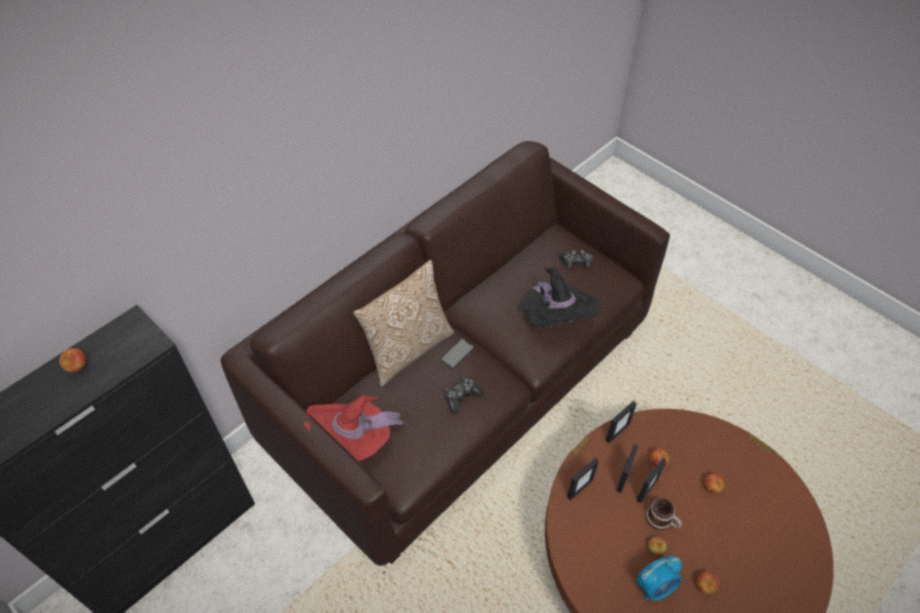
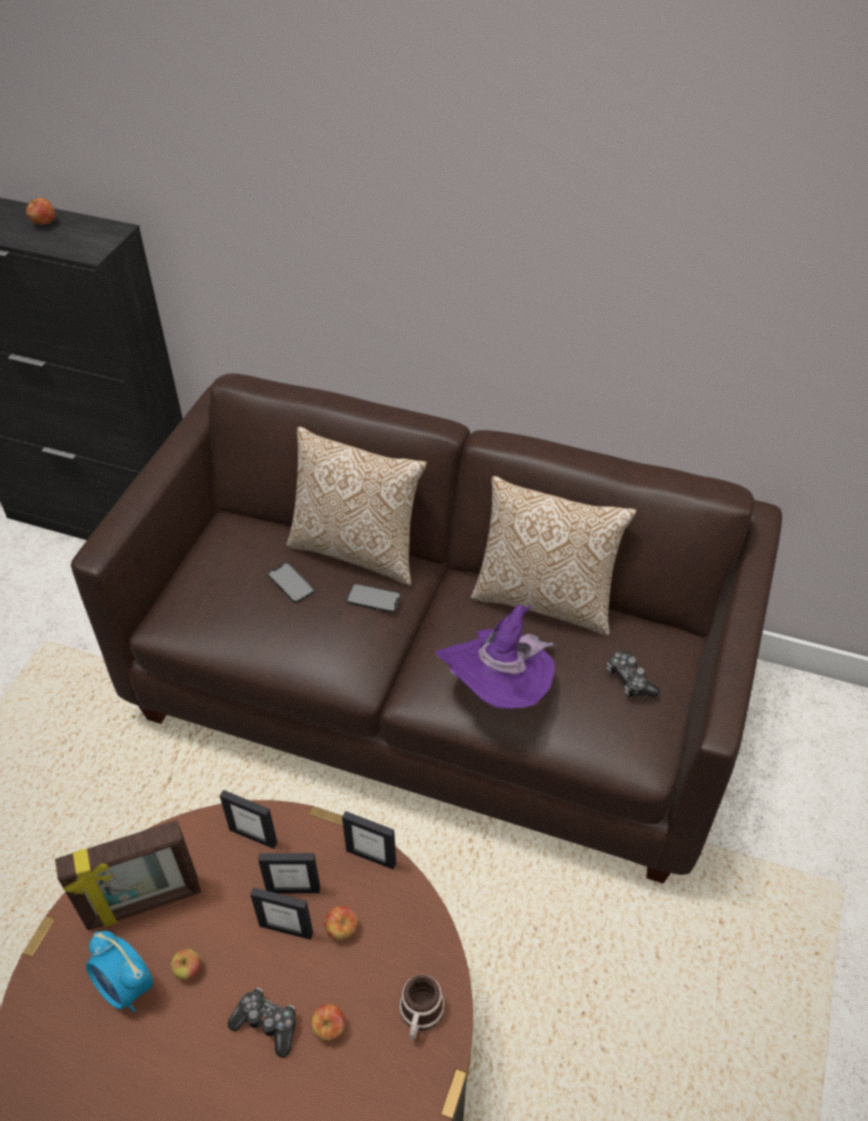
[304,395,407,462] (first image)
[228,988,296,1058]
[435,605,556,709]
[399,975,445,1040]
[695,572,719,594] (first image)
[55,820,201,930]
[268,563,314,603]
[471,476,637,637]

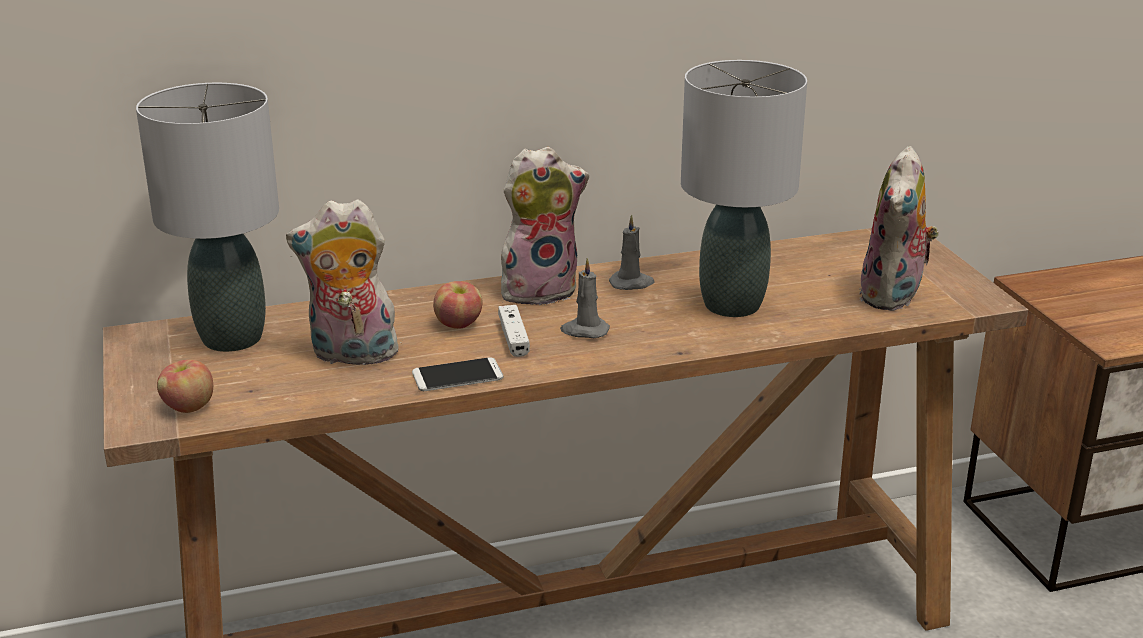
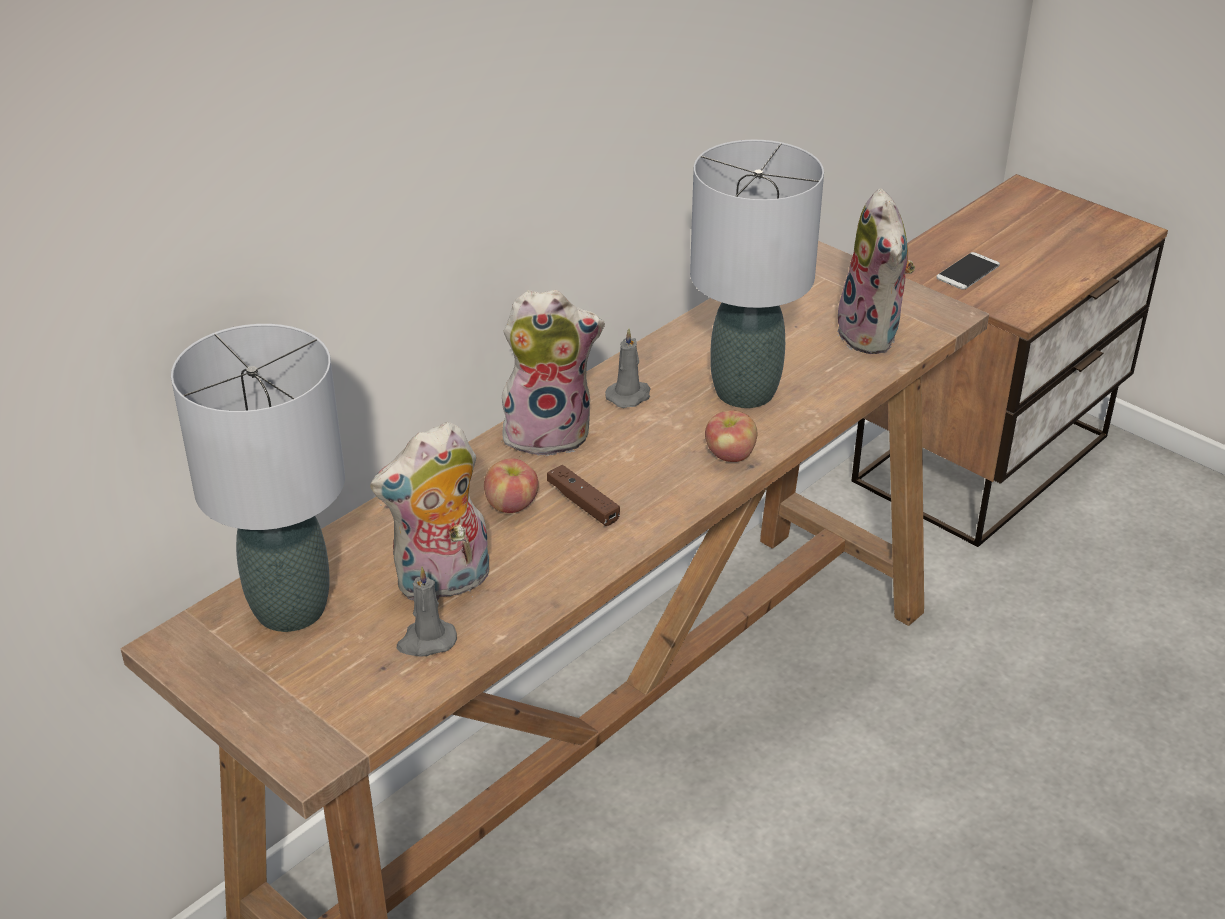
[705,410,757,462]
[936,252,1000,290]
[547,465,620,526]
[501,290,605,457]
[397,566,457,657]

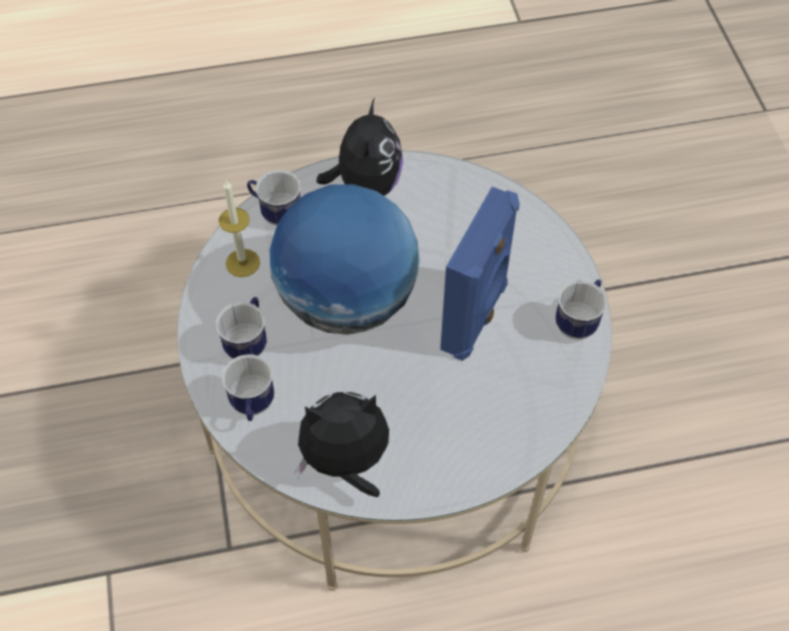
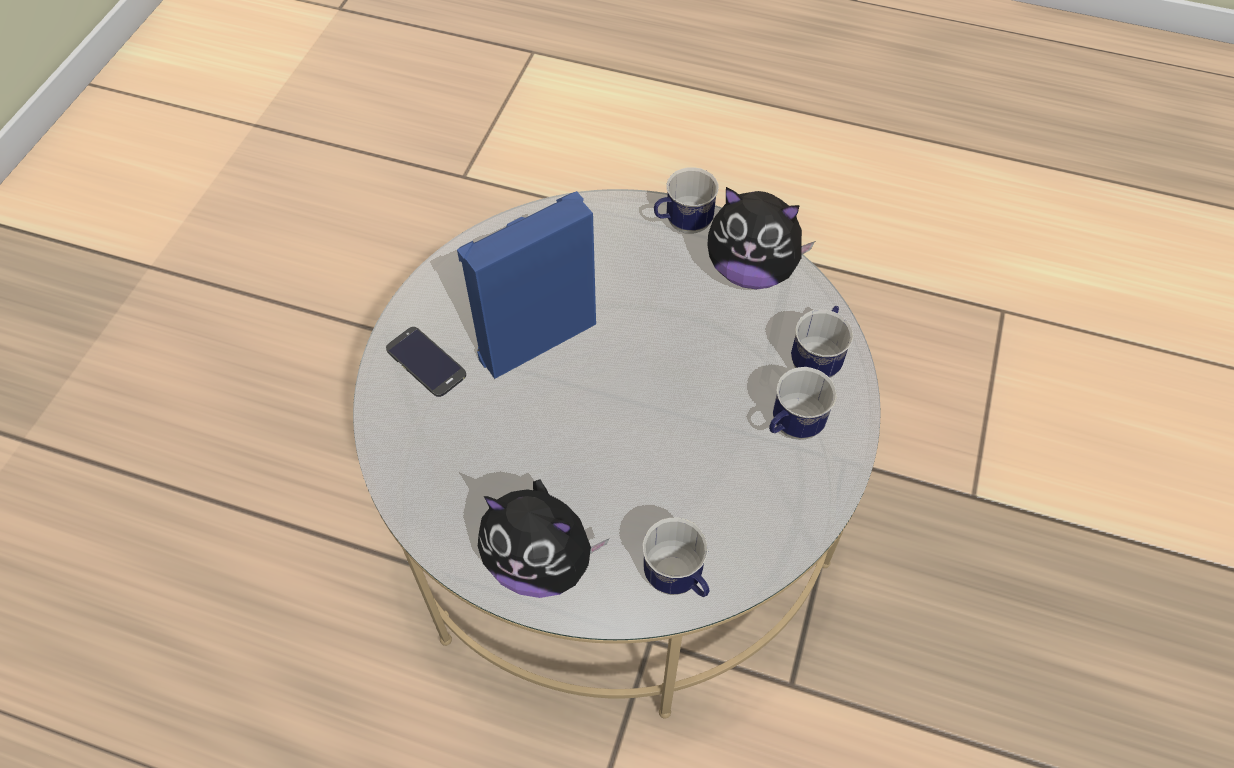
[219,180,260,277] (first image)
[269,184,420,335] (first image)
[478,479,609,598]
[654,167,719,234]
[386,327,466,397]

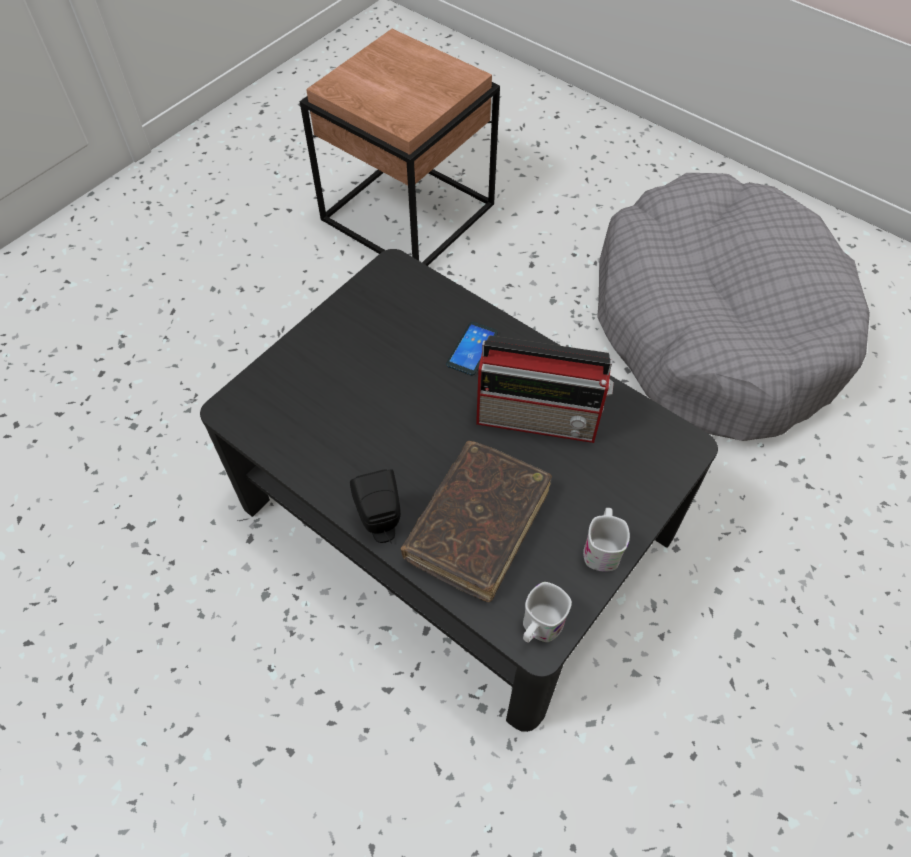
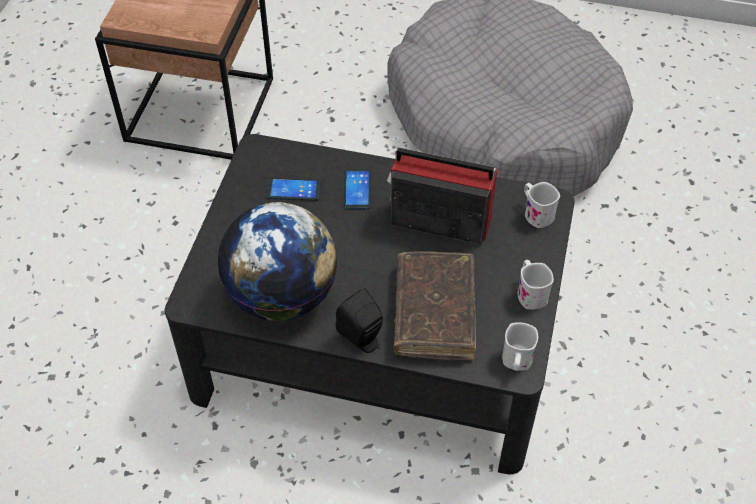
[387,147,497,245]
[217,202,338,321]
[267,178,321,201]
[524,182,560,228]

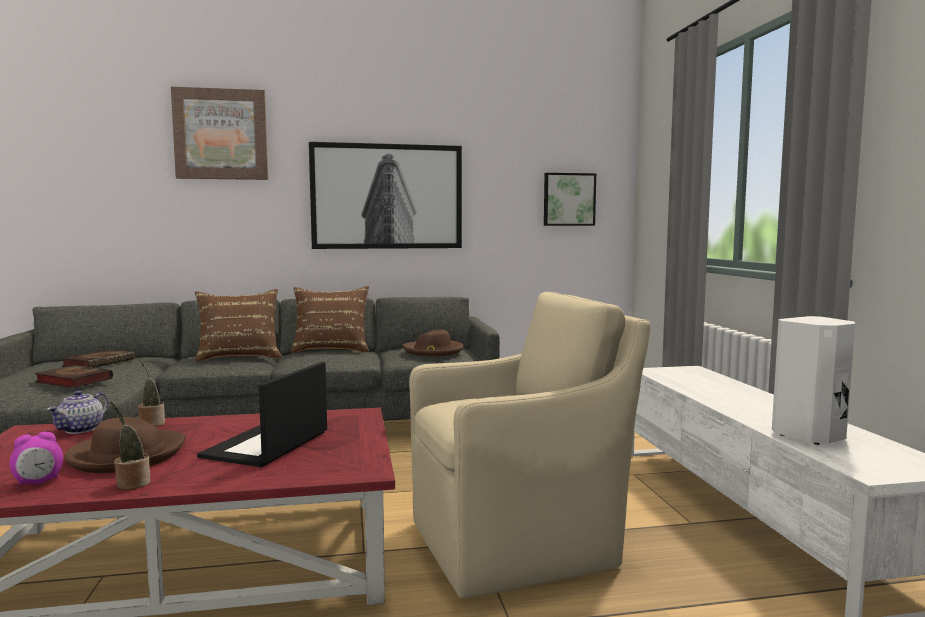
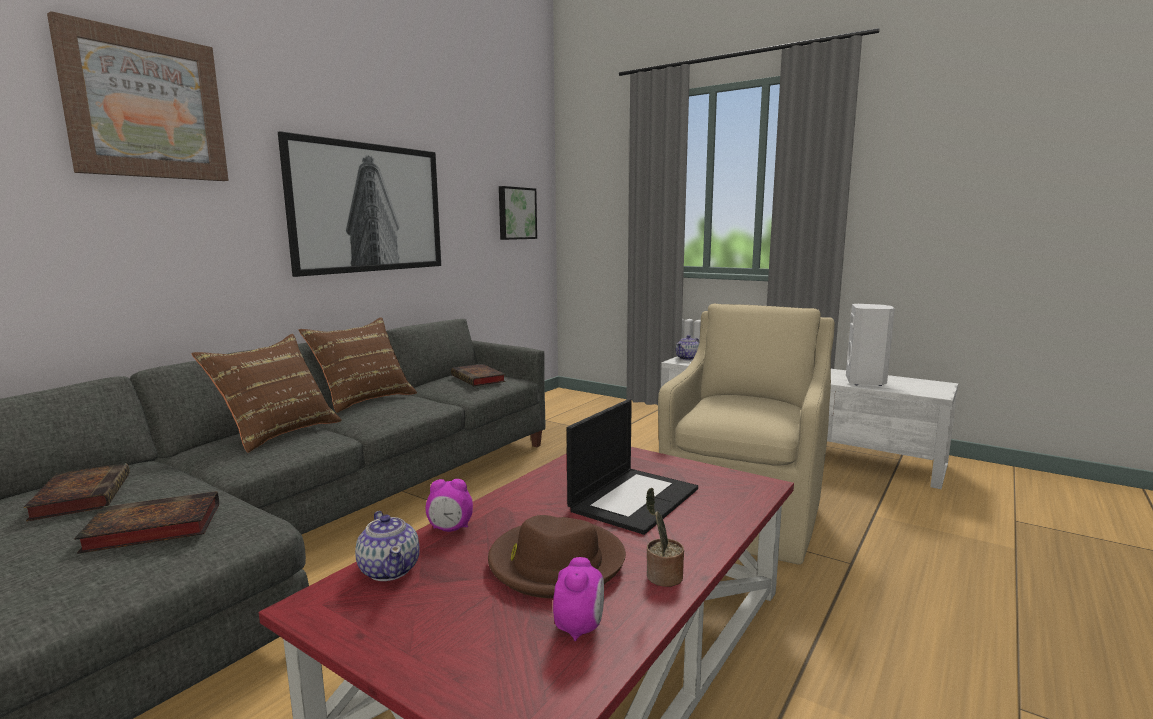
[426,479,473,532]
[567,399,698,535]
[451,364,506,386]
[676,335,699,360]

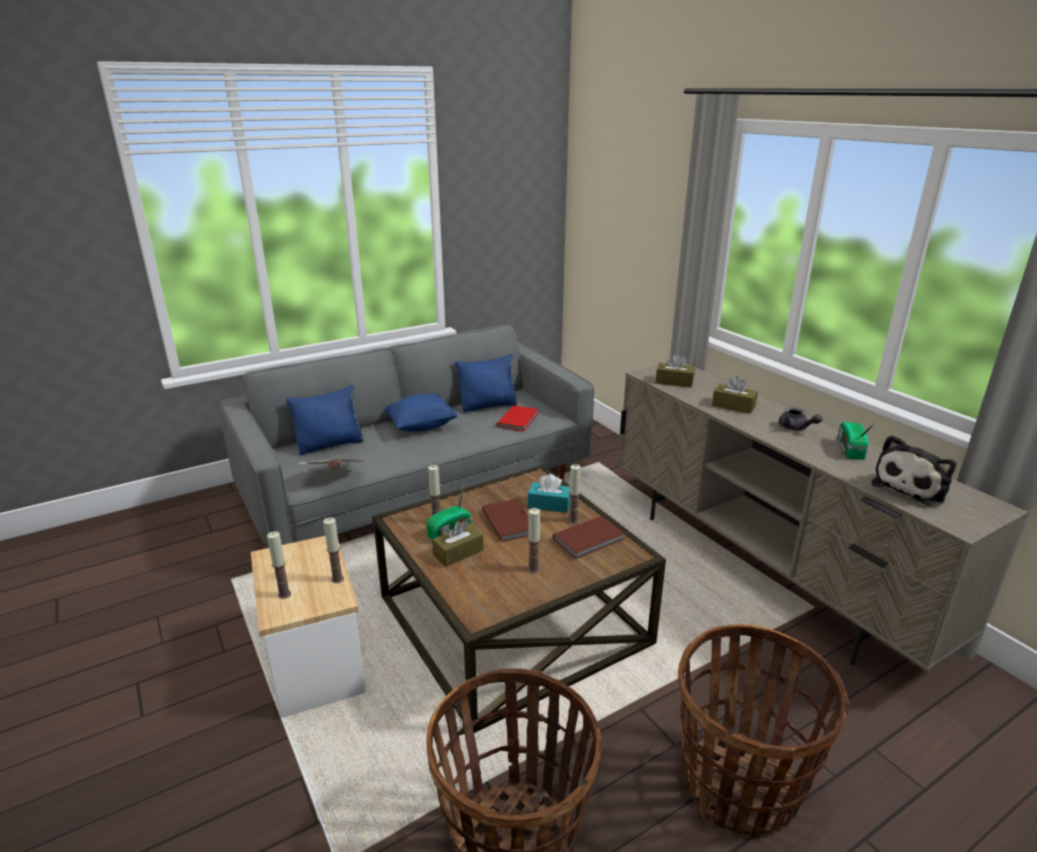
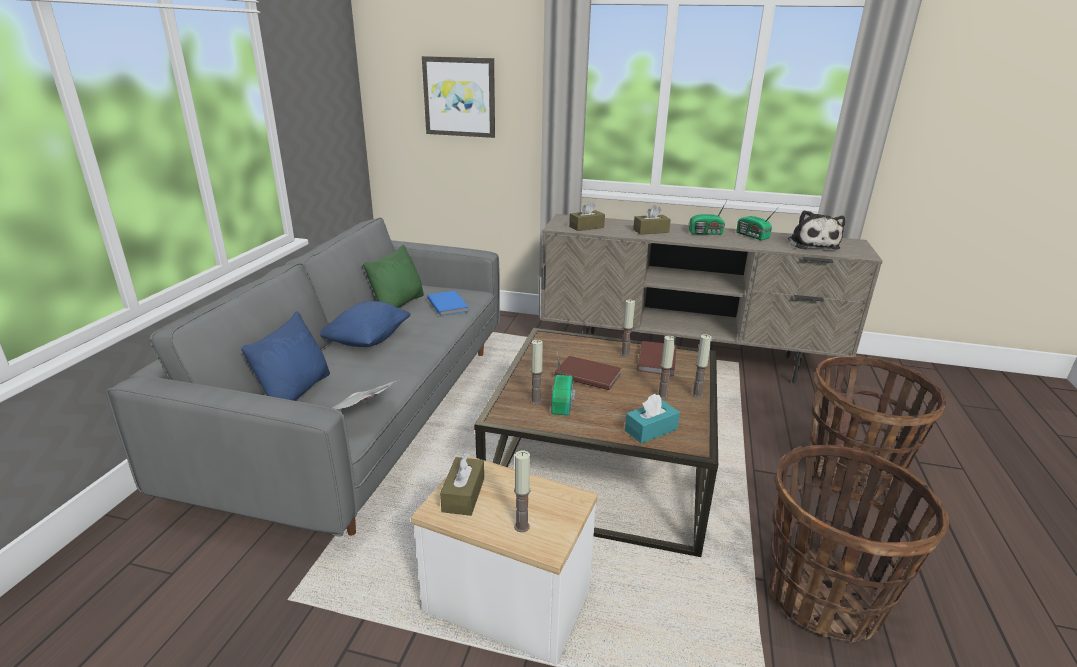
[692,334,712,398]
[440,453,484,516]
[363,245,424,308]
[427,291,469,316]
[625,394,680,444]
[689,201,727,235]
[422,56,495,138]

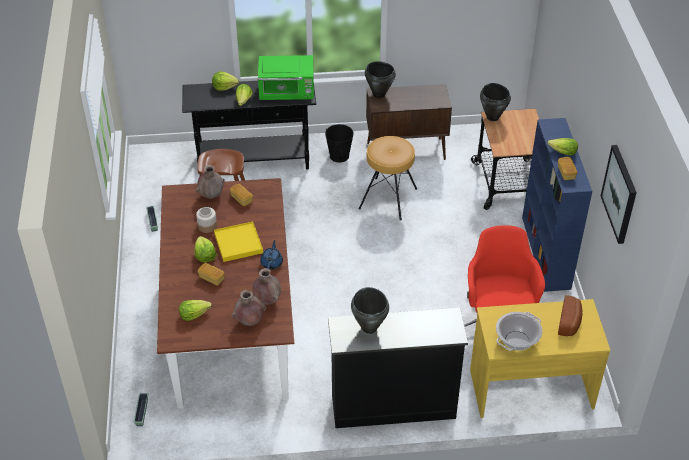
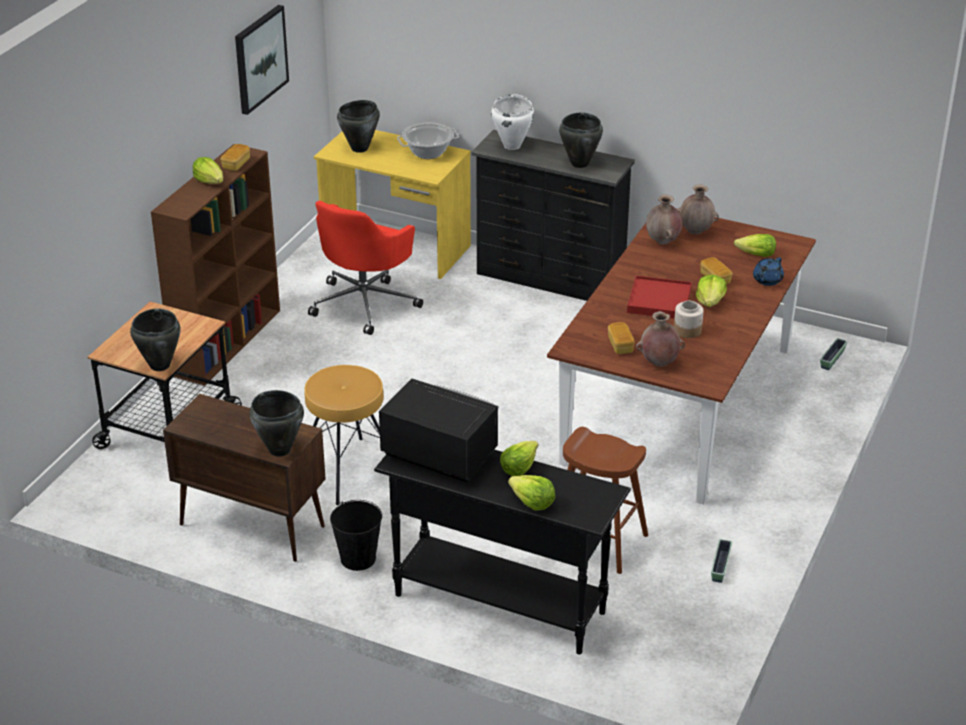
[627,276,692,319]
[379,379,499,483]
[753,257,784,286]
[151,144,280,386]
[337,100,379,153]
[491,94,534,150]

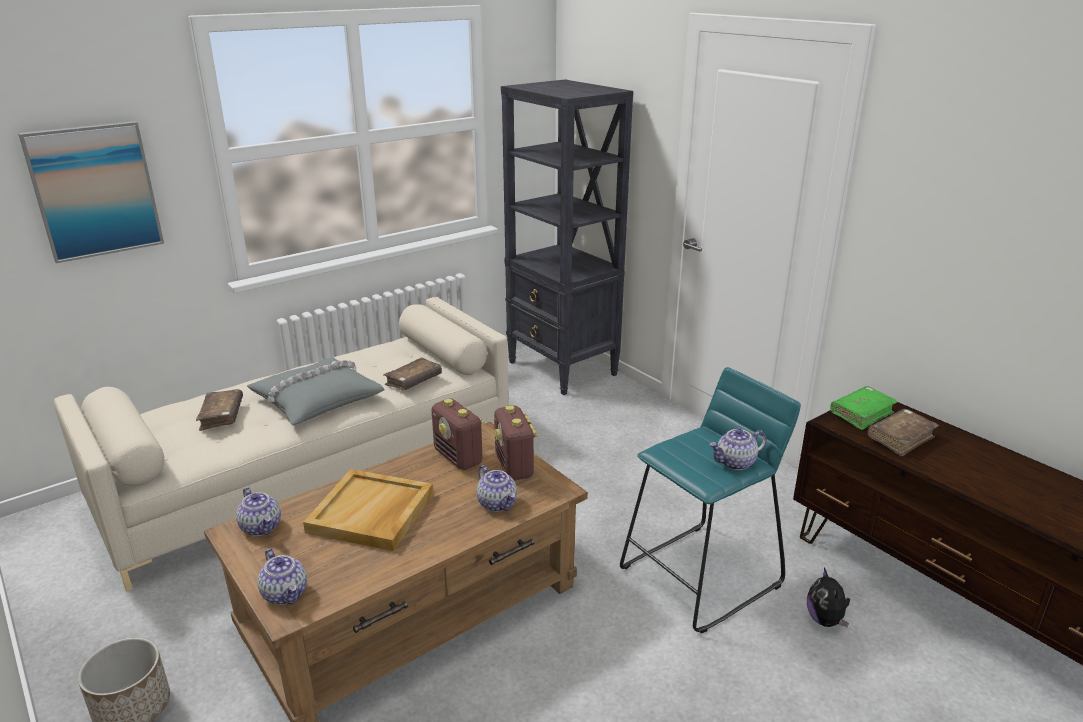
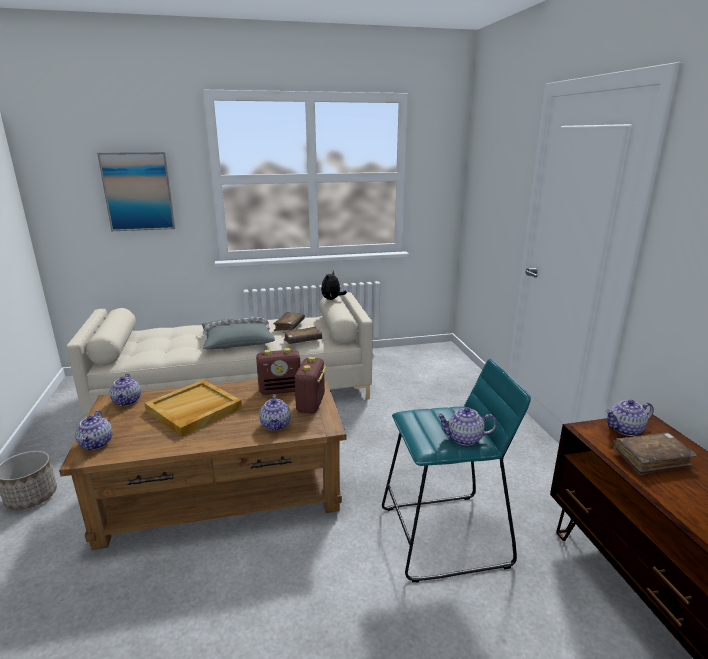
[273,313,305,331]
[256,348,301,395]
[501,79,633,395] (first image)
[321,271,347,300]
[605,399,654,436]

